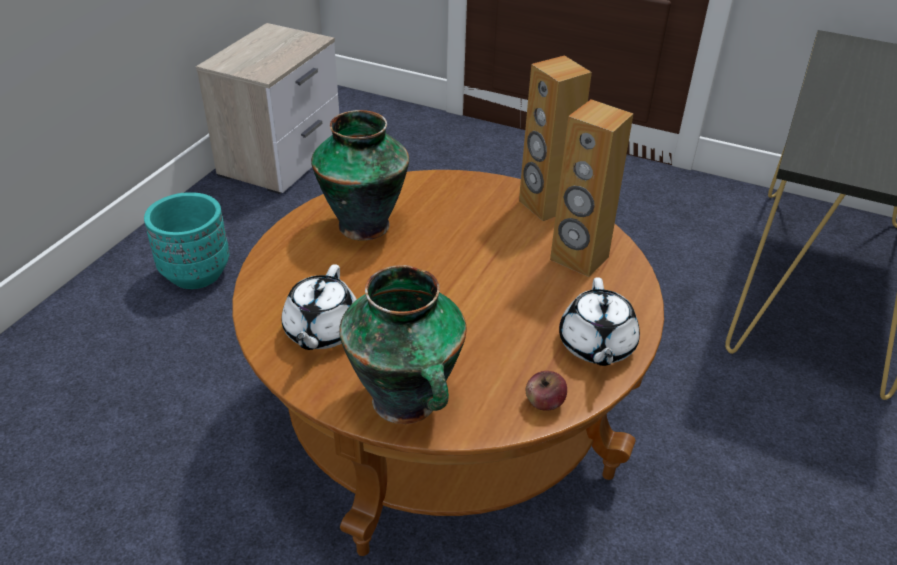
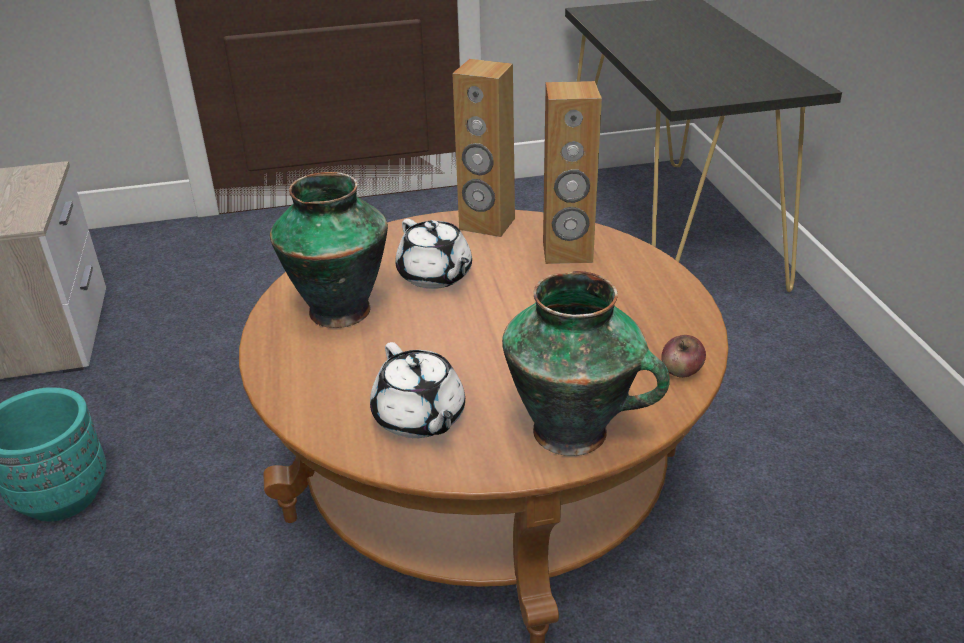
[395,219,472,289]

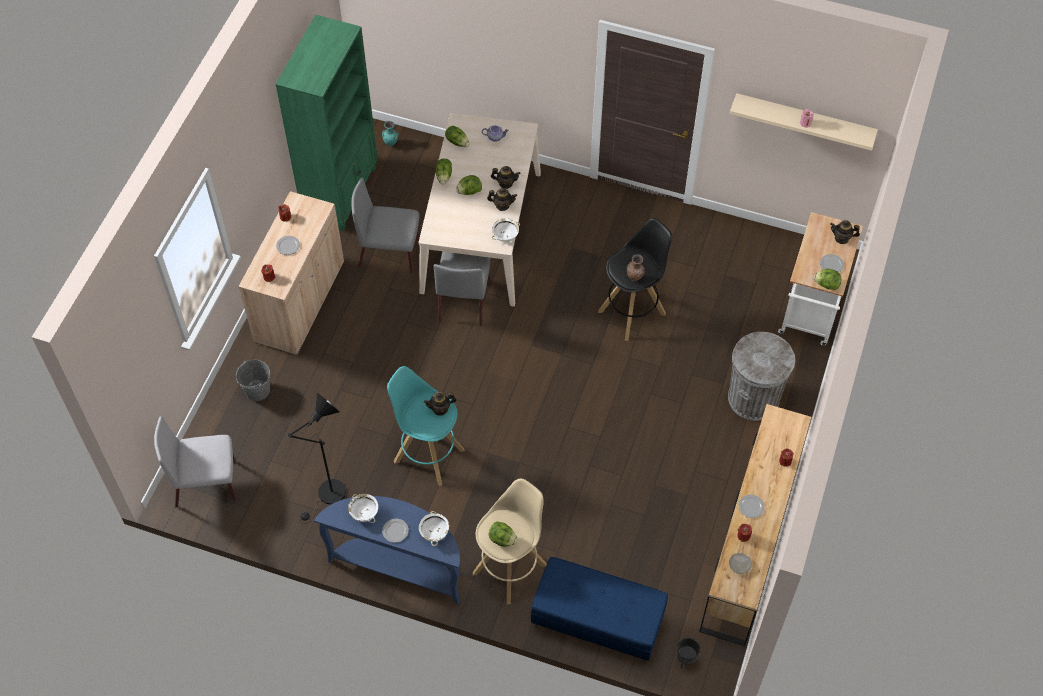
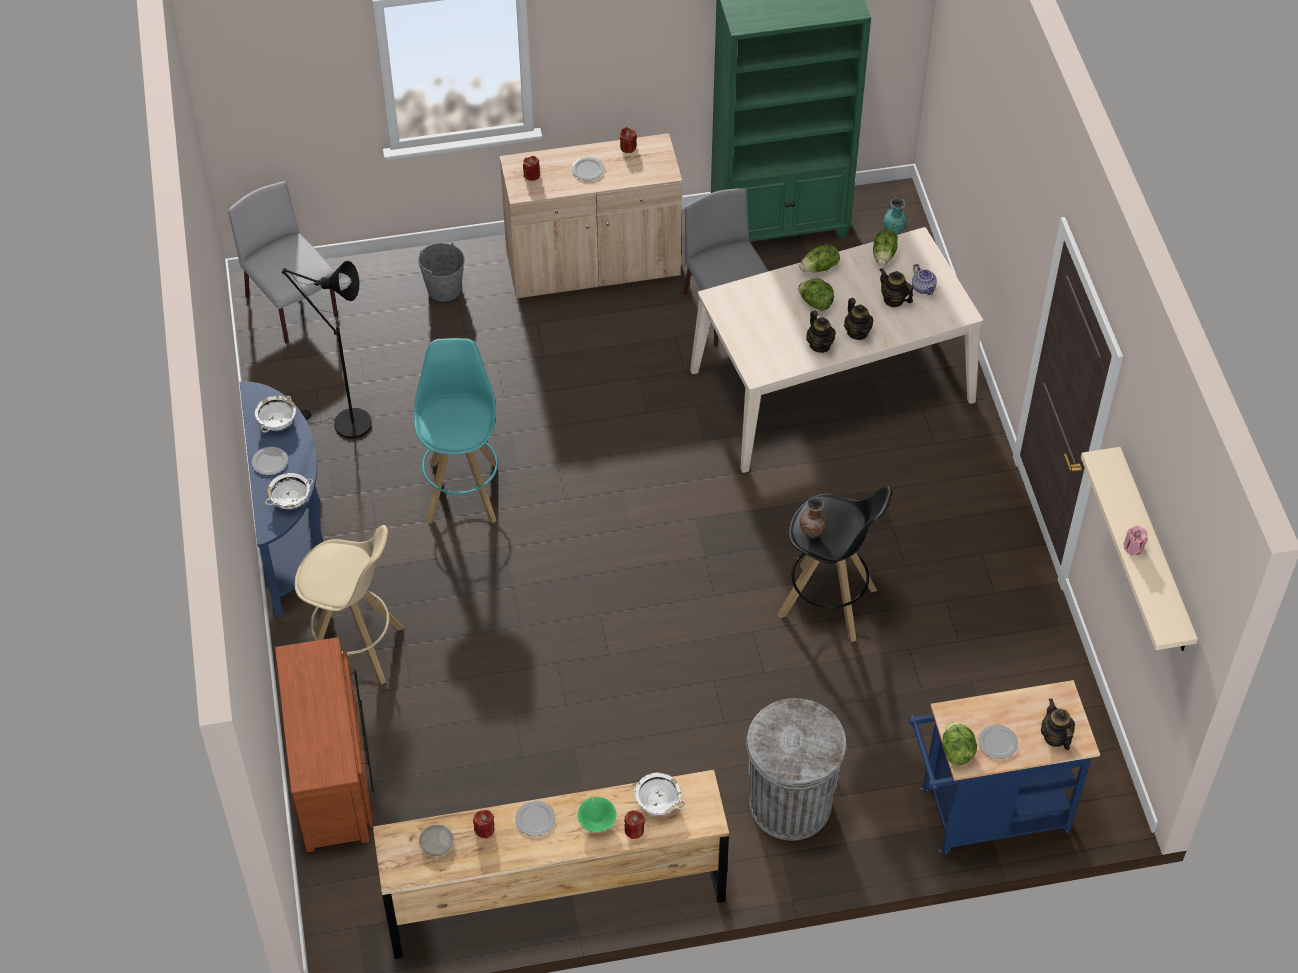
[880,268,913,307]
[433,251,491,326] (first image)
[488,521,518,547] (first image)
[631,773,685,815]
[275,637,374,852]
[677,638,700,669] (first image)
[909,680,1100,855]
[578,797,616,832]

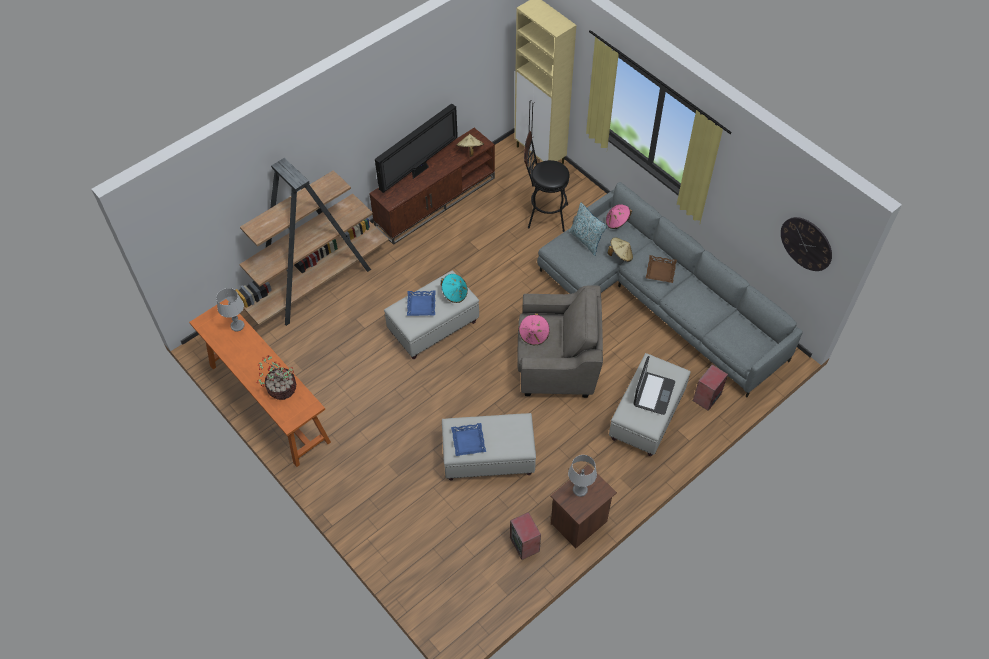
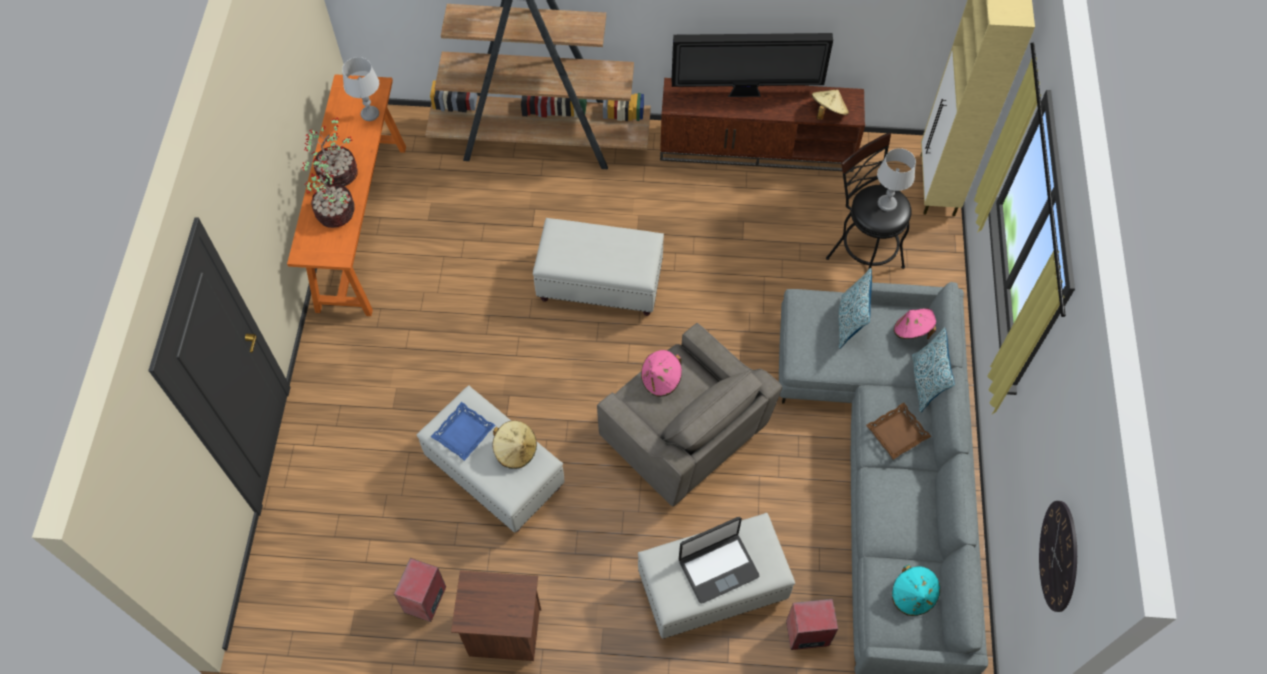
[407,291,436,316] (first image)
[892,564,940,616]
[877,148,916,211]
[492,420,537,469]
[304,117,358,187]
[912,327,955,412]

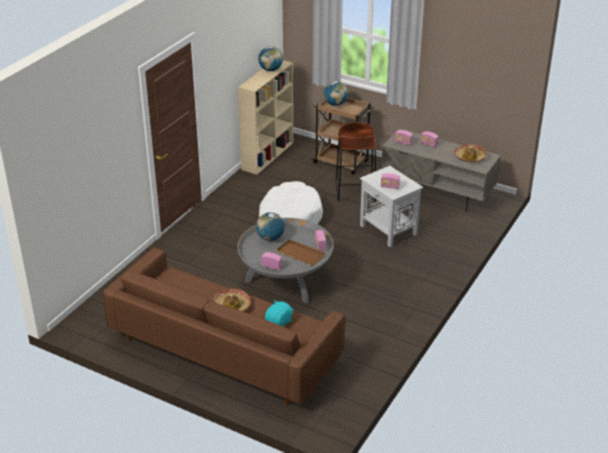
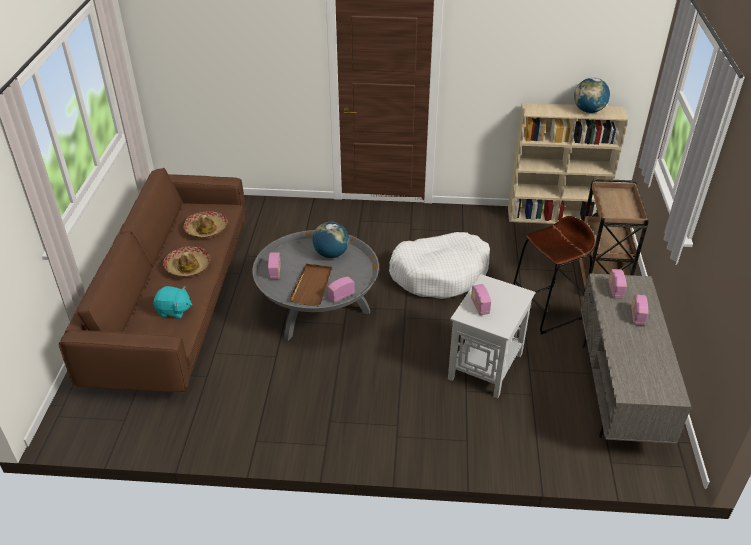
[323,81,348,106] (first image)
[184,211,228,239]

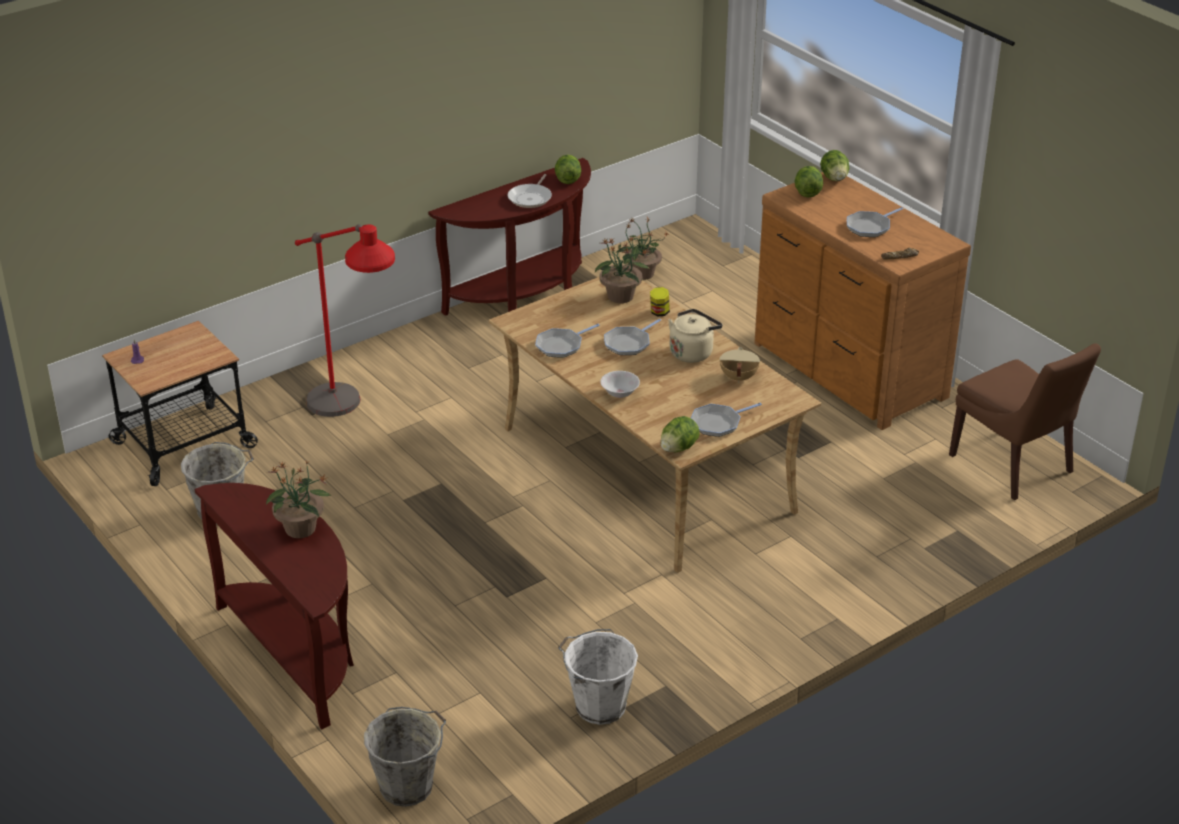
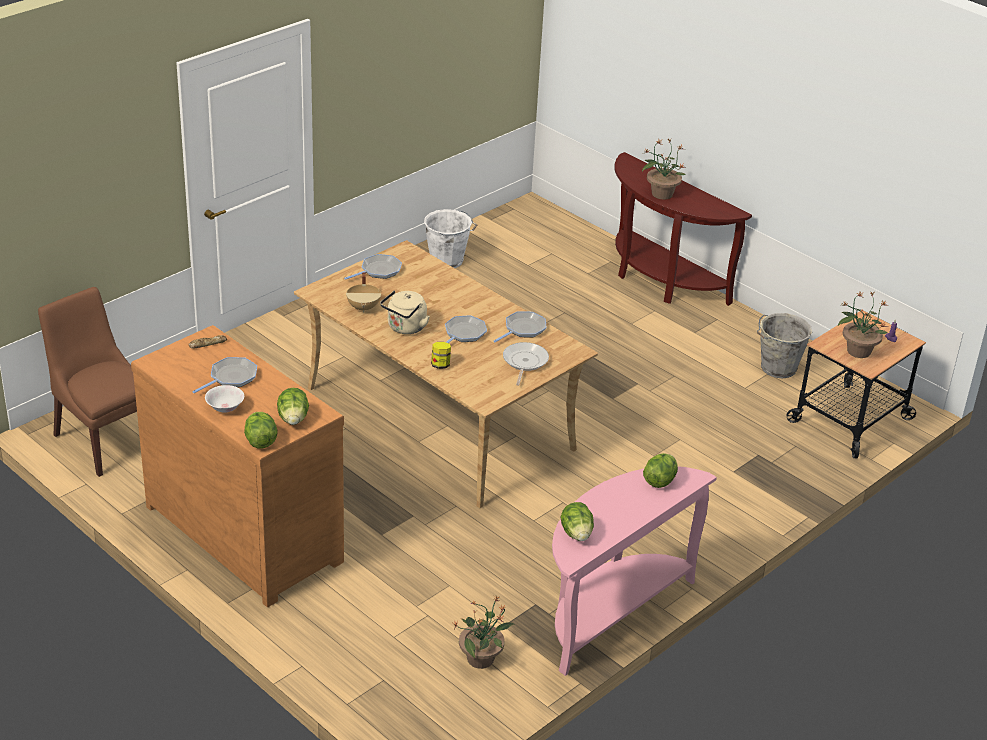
[295,224,395,417] (first image)
[364,707,446,807] (first image)
[552,466,717,676]
[503,342,549,386]
[838,291,889,358]
[205,385,244,413]
[643,453,678,488]

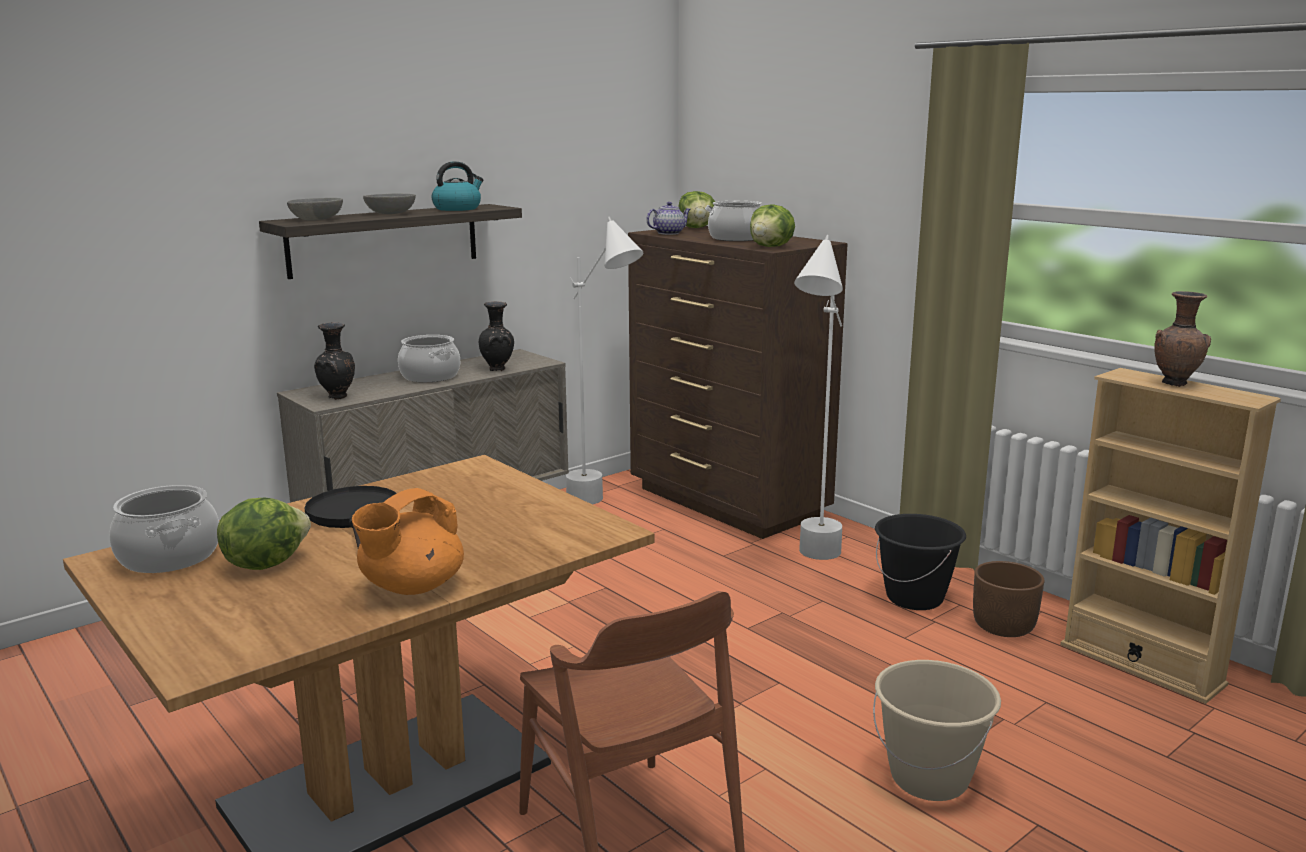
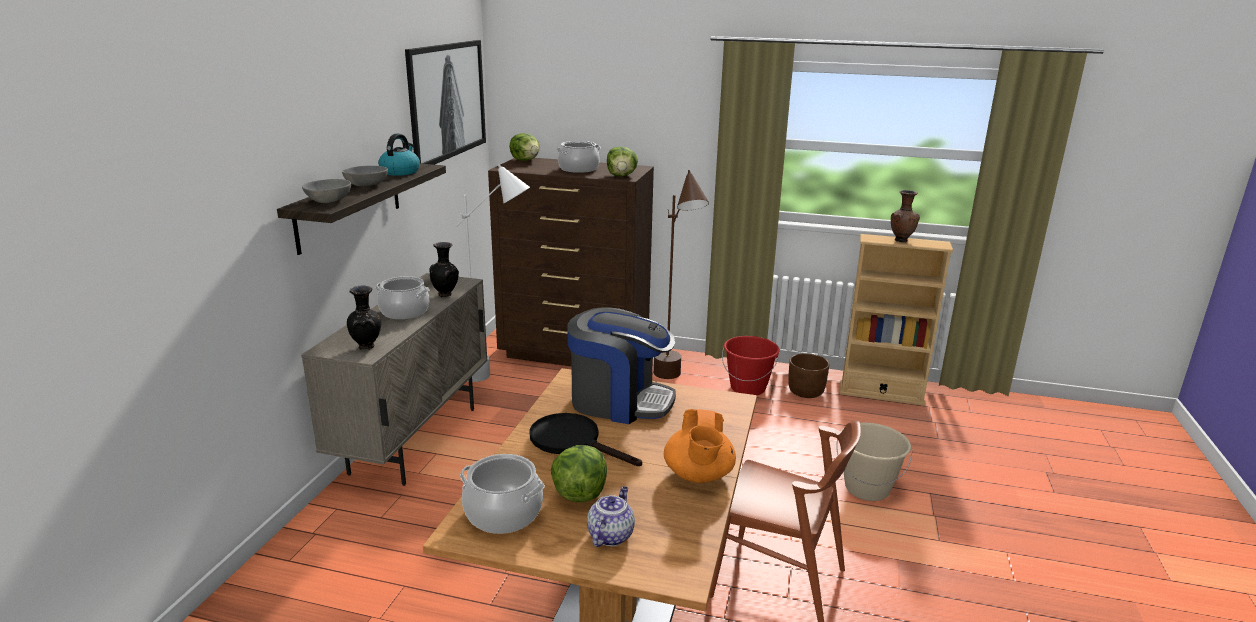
[587,486,635,547]
[653,170,709,379]
[722,336,780,395]
[405,40,486,165]
[567,307,676,424]

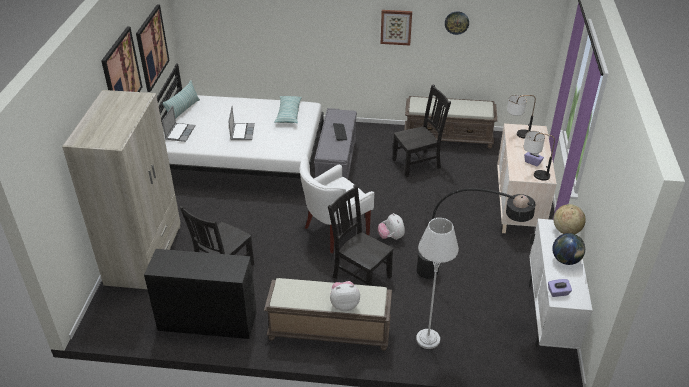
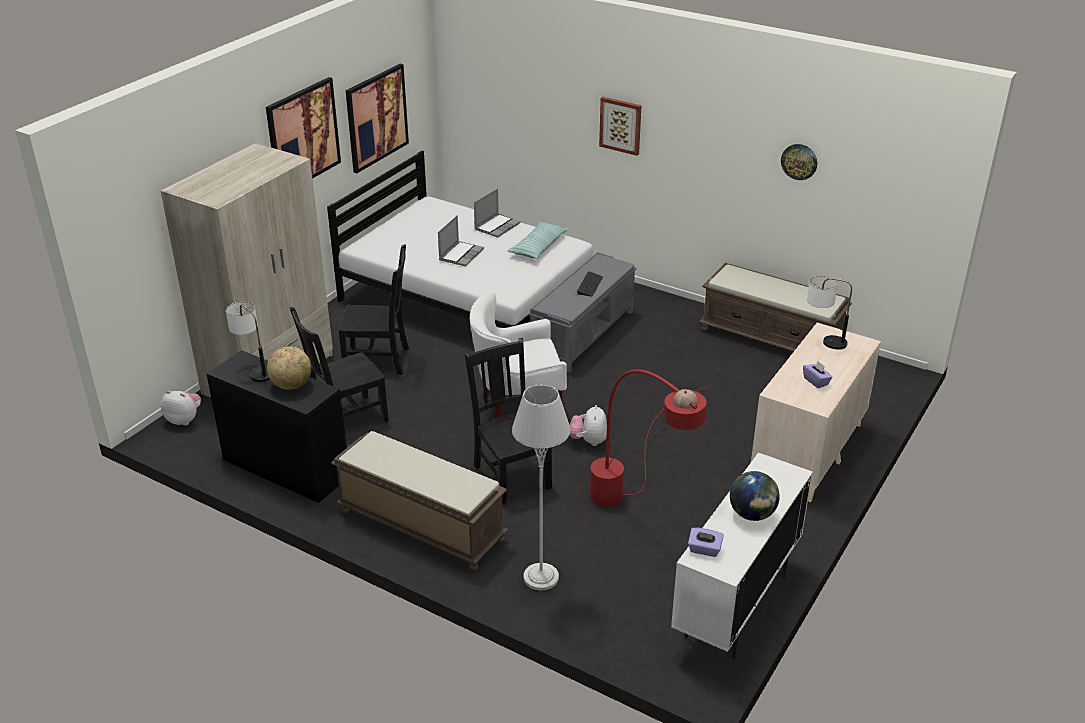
[162,80,200,119] (first image)
[474,188,521,238]
[161,390,201,426]
[599,97,642,156]
[338,244,409,375]
[590,369,709,507]
[226,301,270,382]
[267,346,311,390]

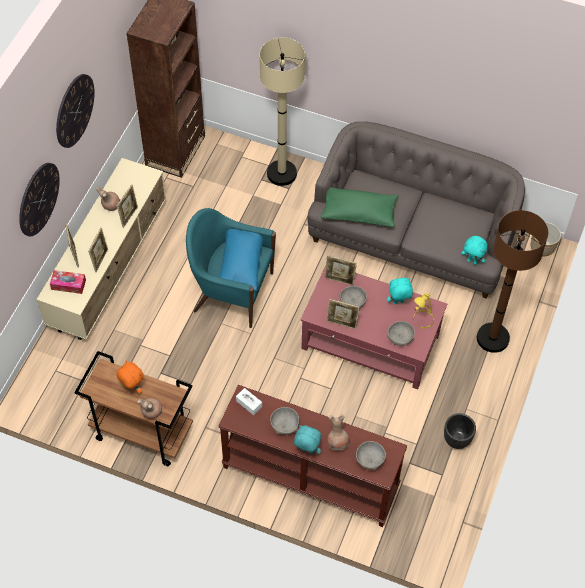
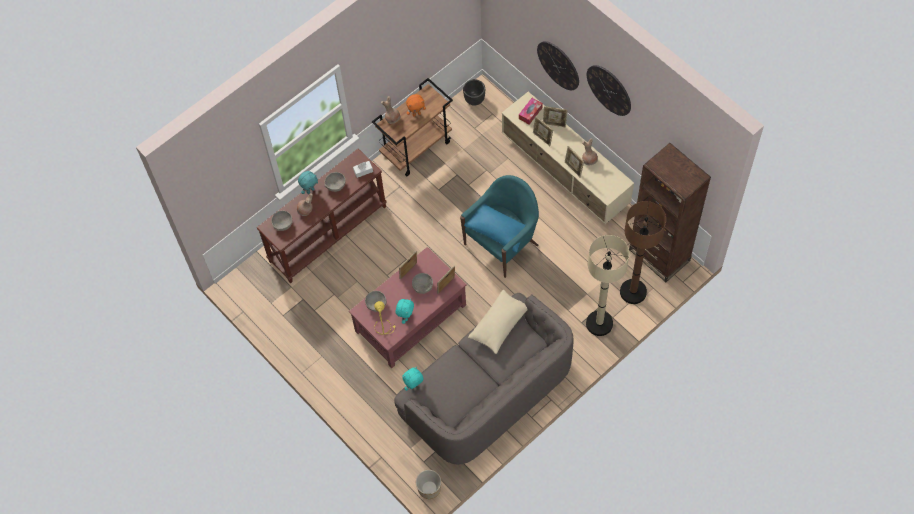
[468,290,528,354]
[463,79,485,106]
[620,201,666,304]

